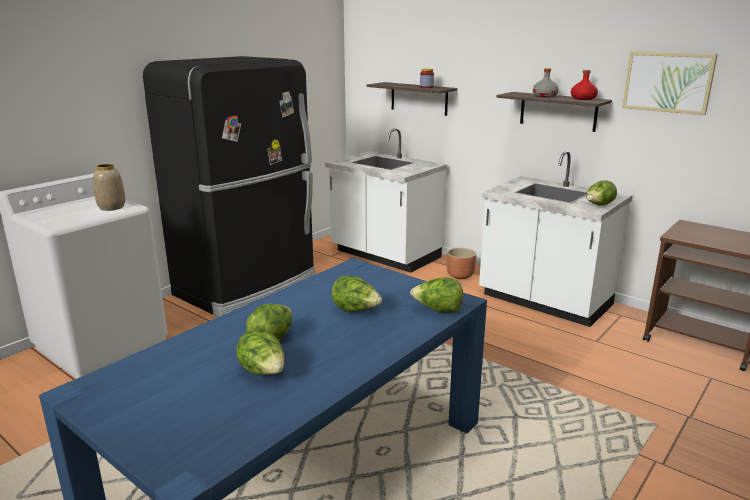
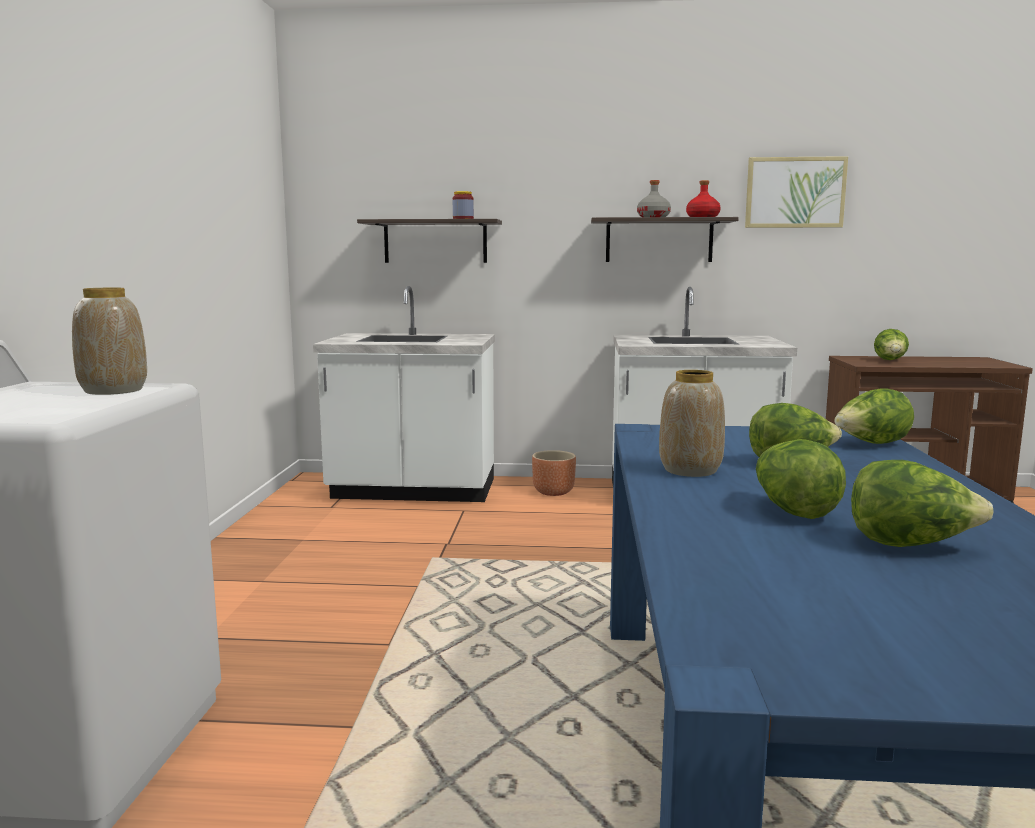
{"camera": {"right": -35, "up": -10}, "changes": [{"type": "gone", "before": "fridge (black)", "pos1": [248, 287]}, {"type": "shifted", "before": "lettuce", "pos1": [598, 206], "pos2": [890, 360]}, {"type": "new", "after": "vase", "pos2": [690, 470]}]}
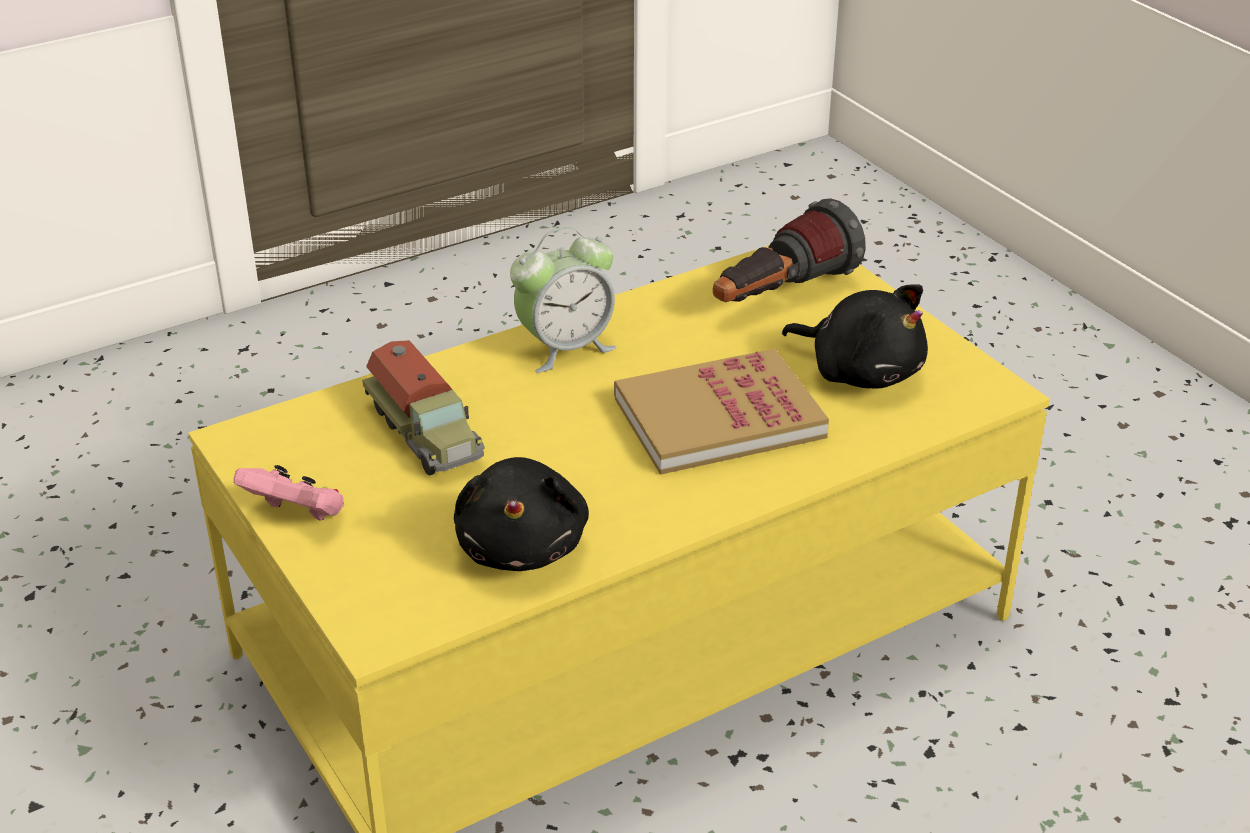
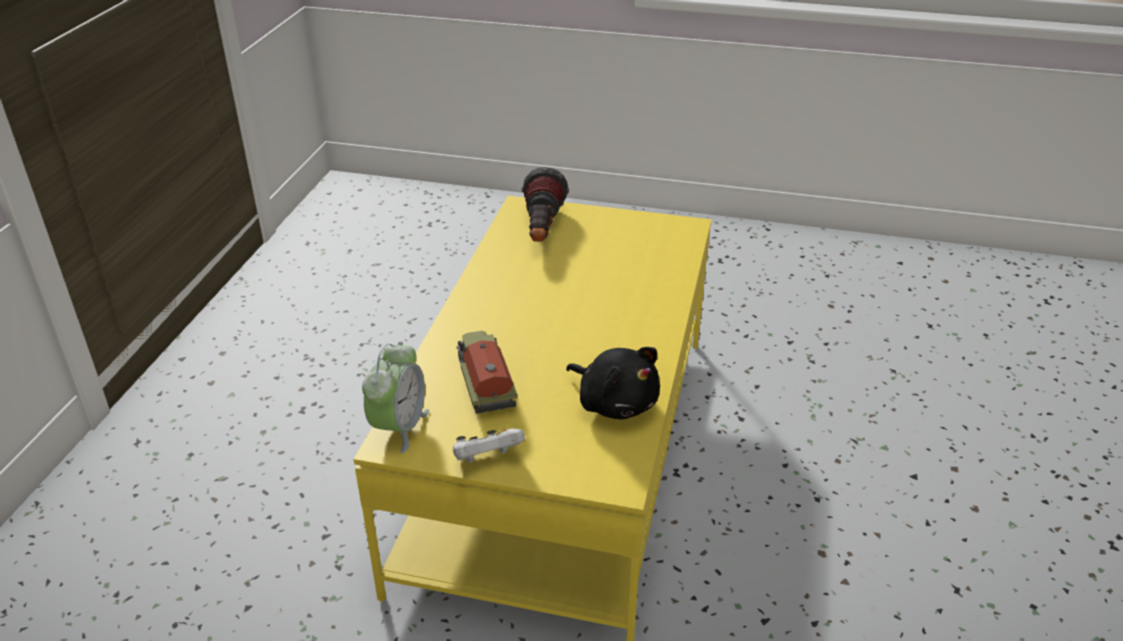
{"camera": {"right": -45, "up": 0}, "changes": [{"type": "shifted", "before": "alarm clock", "pos1": [565, 348], "pos2": [399, 427]}, {"type": "gone", "before": "plush toy (black)", "pos1": [861, 371]}, {"type": "rotated", "before": "toy truck", "pos1": [426, 433], "pos2": [485, 382], "turn": -120}, {"type": "gone", "before": "book", "pos1": [718, 417]}, {"type": "repainted", "before": "game controller (pink)", "after": "game controller (white)", "pos1": [297, 515], "pos2": [487, 459]}]}
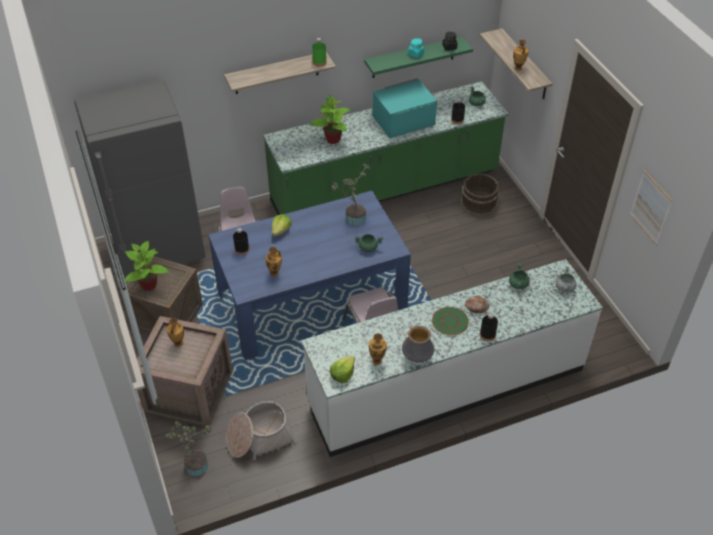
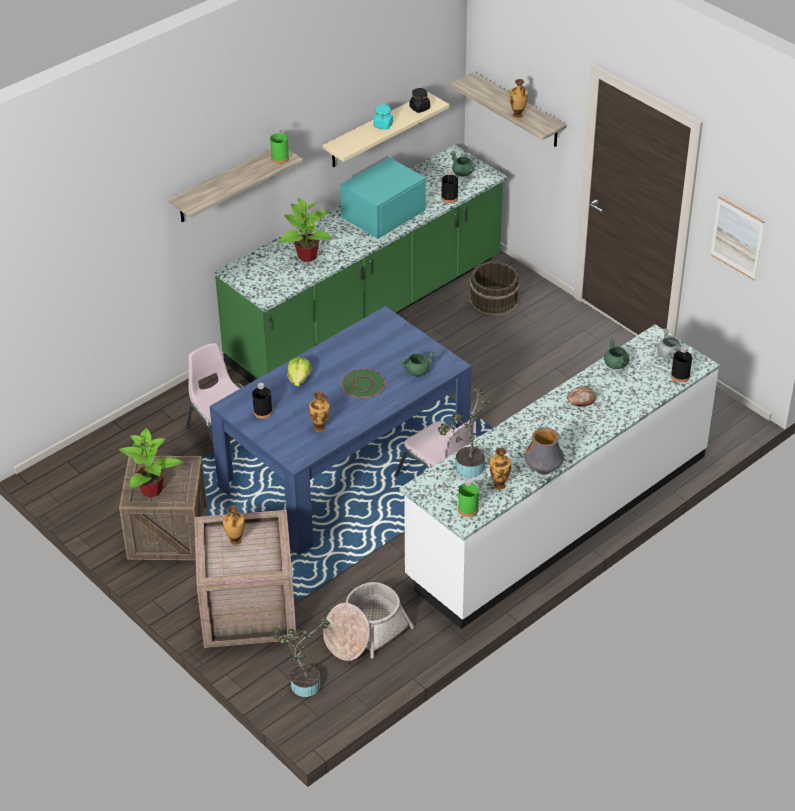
{"camera": {"right": -20, "up": -5}, "changes": [{"type": "repainted", "before": "shelf (green)", "after": "shelf (beige)", "pos1": [413, 57], "pos2": [376, 131]}, {"type": "gone", "before": "fridge (grey)", "pos1": [160, 252]}, {"type": "shifted", "before": "potted plant", "pos1": [353, 218], "pos2": [466, 468]}, {"type": "shifted", "before": "plate (green)", "pos1": [450, 321], "pos2": [363, 384]}, {"type": "shifted", "before": "bottle (black)", "pos1": [487, 335], "pos2": [680, 376]}, {"type": "swapped", "before": "lettuce", "after": "bottle (green)", "pos1": [342, 374], "pos2": [468, 509]}]}
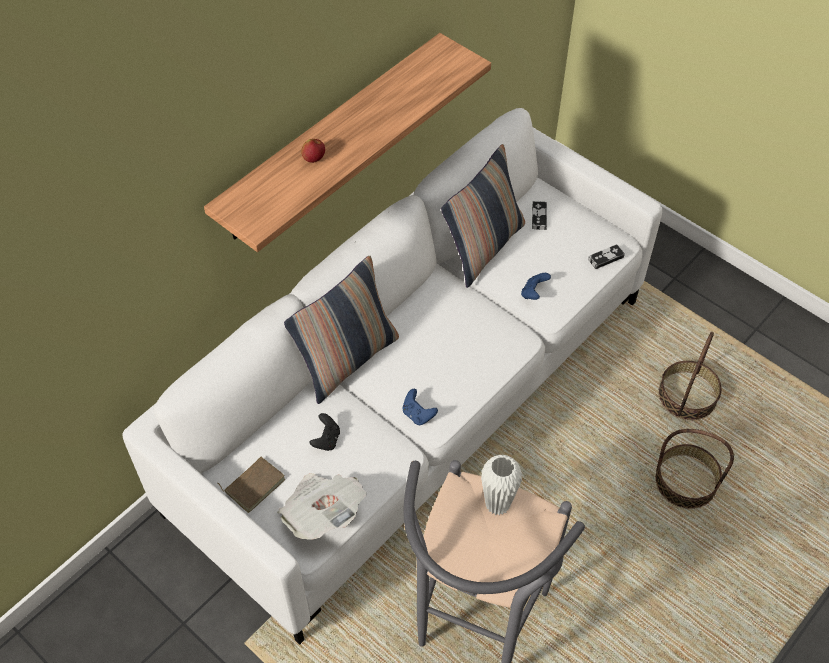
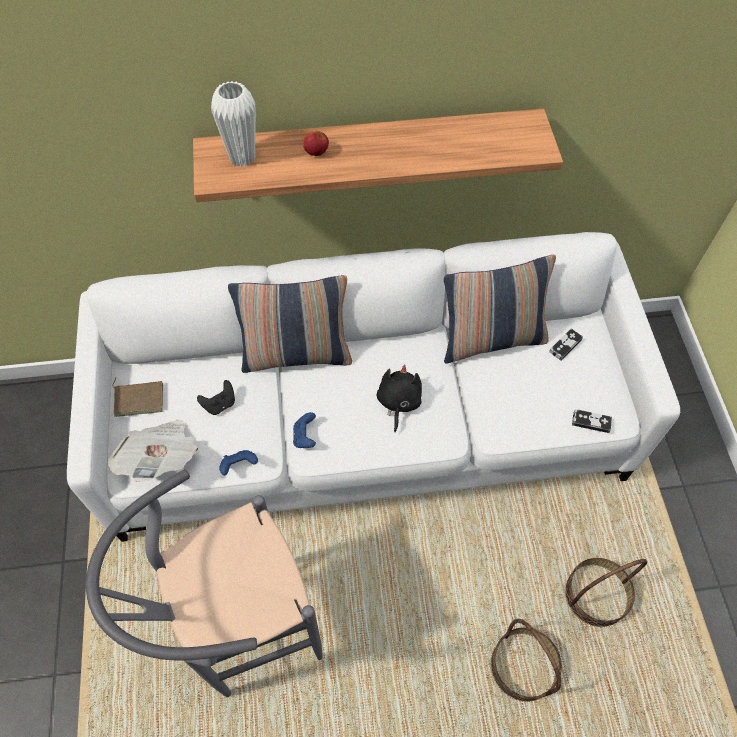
{"camera": {"right": 40, "up": 5}, "changes": [{"type": "shifted", "before": "game controller (blue)", "pos1": [533, 293], "pos2": [239, 466]}, {"type": "shifted", "before": "vase (white)", "pos1": [497, 504], "pos2": [242, 157]}, {"type": "new", "after": "plush toy (black)", "pos2": [398, 402]}]}
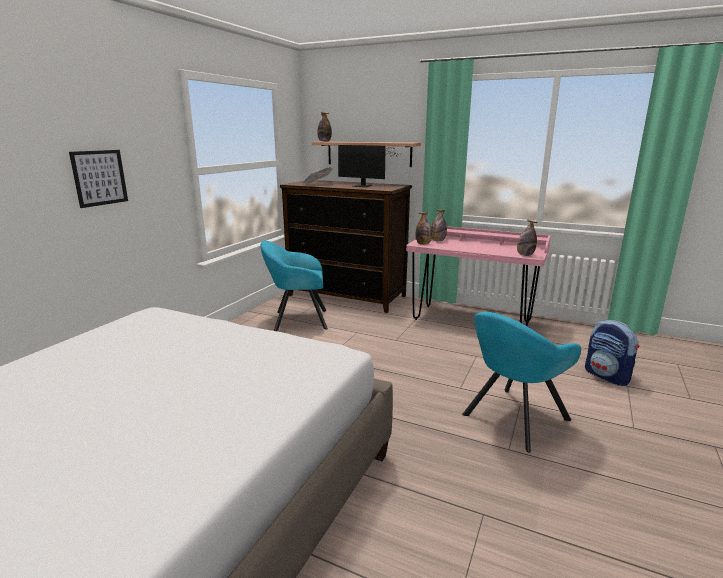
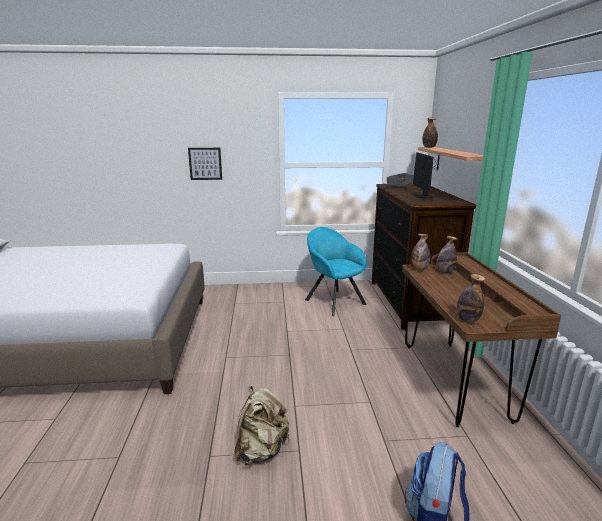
{"camera": {"right": 60, "up": 0}, "changes": [{"type": "repainted", "before": "desk (pink)", "after": "desk (brown)", "pos1": [471, 321], "pos2": [454, 380]}, {"type": "swapped", "before": "armchair (turquoise)", "after": "backpack (beige)", "pos1": [512, 419], "pos2": [261, 450]}]}
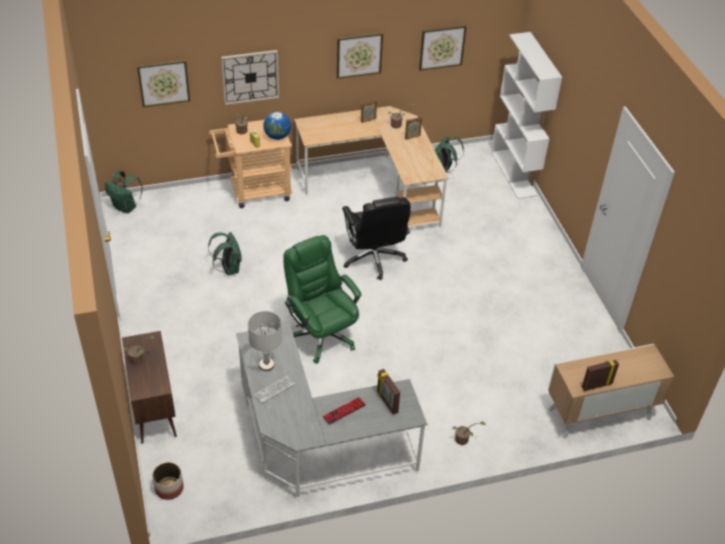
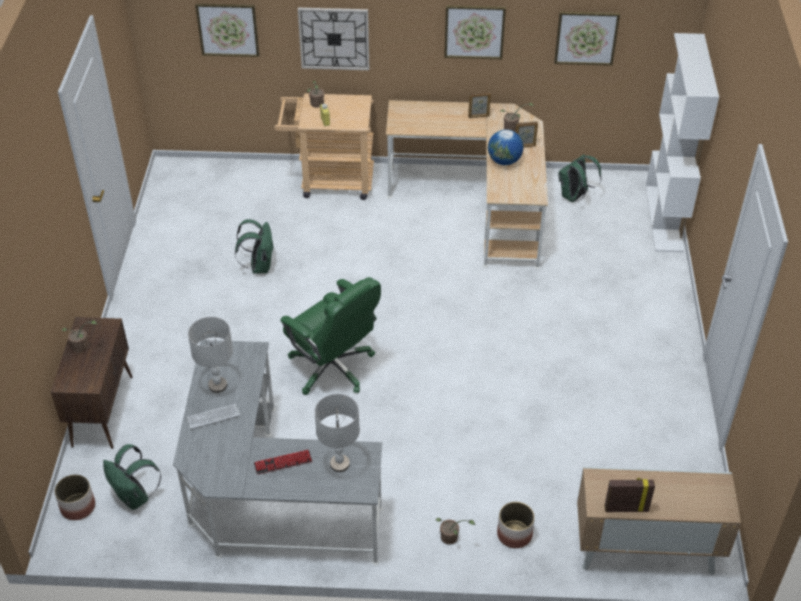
{"camera": {"right": 20, "up": 0}, "changes": [{"type": "shifted", "before": "globe", "pos1": [277, 136], "pos2": [504, 161]}, {"type": "shifted", "before": "backpack (green)", "pos1": [126, 207], "pos2": [135, 497]}, {"type": "gone", "before": "office chair (black)", "pos1": [374, 258]}, {"type": "rotated", "before": "office chair (green)", "pos1": [321, 335], "pos2": [333, 368], "turn": 150}, {"type": "swapped", "before": "picture frame", "after": "table lamp (grey)", "pos1": [387, 402], "pos2": [340, 464]}, {"type": "new", "after": "planter", "pos2": [515, 534]}]}
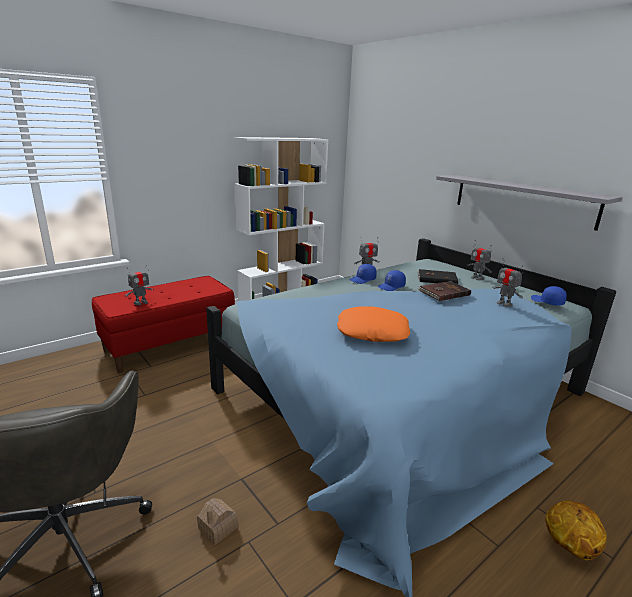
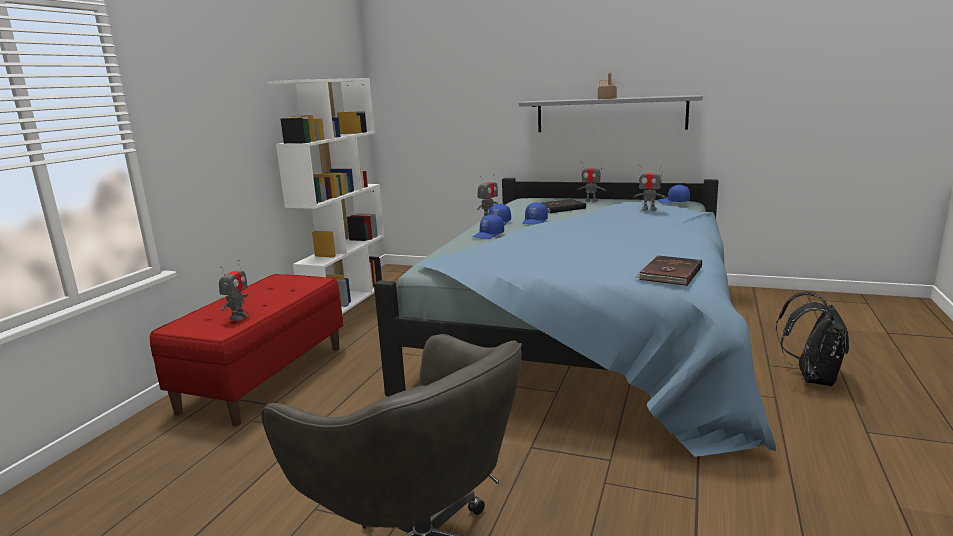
{"camera": {"right": -30, "up": -5}, "changes": [{"type": "shifted", "before": "book (brown)", "pos1": [443, 292], "pos2": [669, 273]}, {"type": "gone", "before": "pillow (orange)", "pos1": [372, 331]}, {"type": "shifted", "before": "toy house", "pos1": [217, 528], "pos2": [607, 98]}, {"type": "swapped", "before": "basketball", "after": "backpack (black)", "pos1": [568, 546], "pos2": [812, 378]}, {"type": "new", "after": "cap (blue)", "pos2": [488, 235]}]}
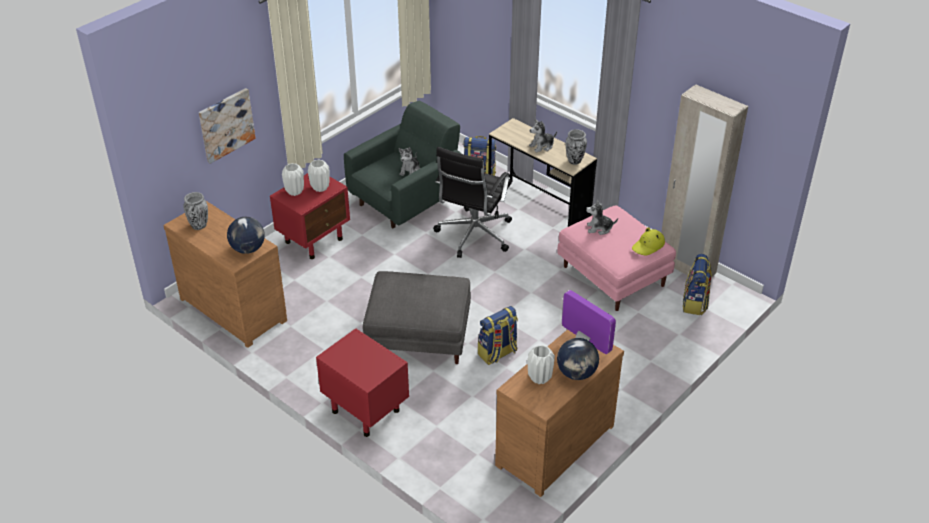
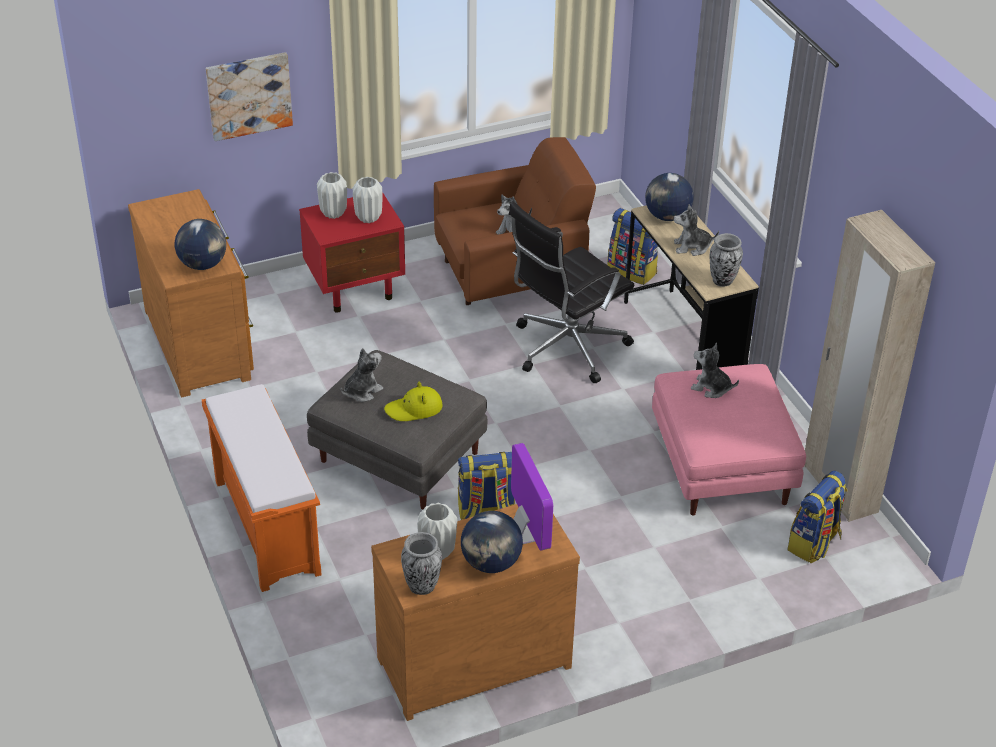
{"camera": {"right": 25, "up": 0}, "changes": [{"type": "repainted", "before": "armchair (green)", "after": "armchair (brown)", "pos1": [407, 199], "pos2": [512, 272]}, {"type": "shifted", "before": "vase", "pos1": [199, 226], "pos2": [422, 586]}, {"type": "shifted", "before": "hat (yellow)", "pos1": [648, 246], "pos2": [414, 409]}, {"type": "swapped", "before": "nightstand (red)", "after": "bench (orange)", "pos1": [365, 410], "pos2": [265, 526]}, {"type": "new", "after": "globe", "pos2": [666, 216]}, {"type": "new", "after": "plush toy", "pos2": [362, 391]}]}
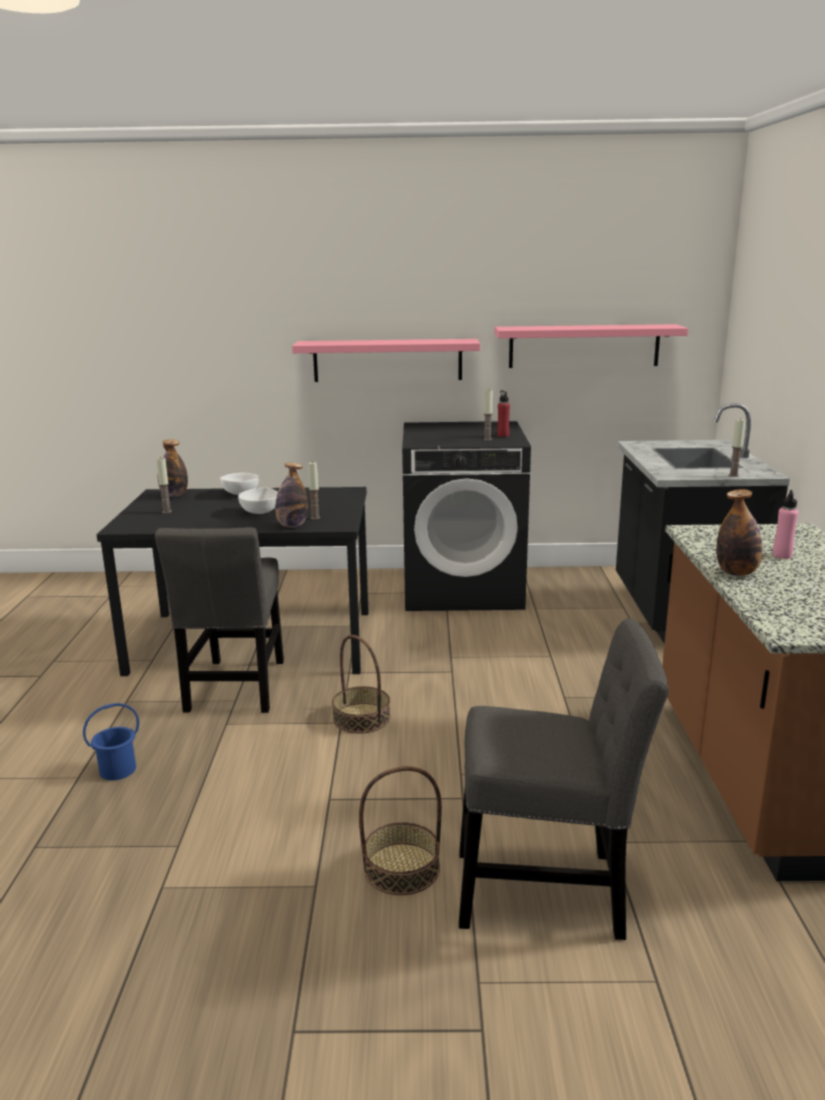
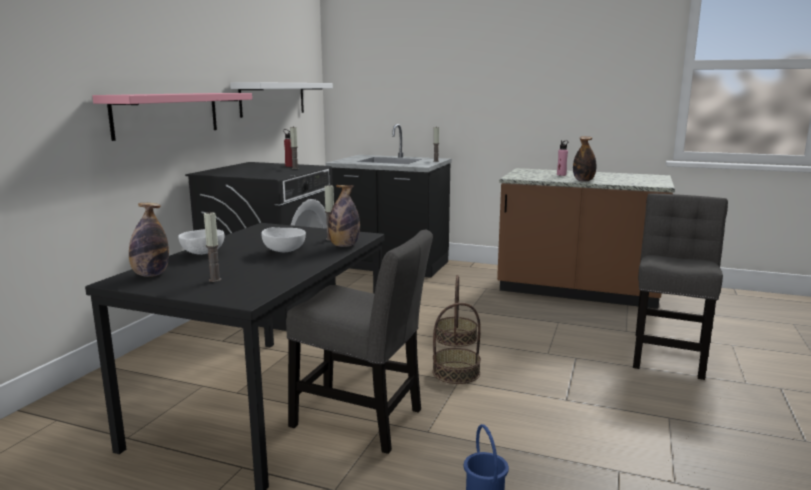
{"camera": {"right": -70, "up": -5}, "changes": [{"type": "repainted", "before": "shelf (pink)", "after": "shelf (white)", "pos1": [584, 346], "pos2": [273, 98]}, {"type": "shifted", "before": "basket", "pos1": [402, 868], "pos2": [455, 338]}]}
